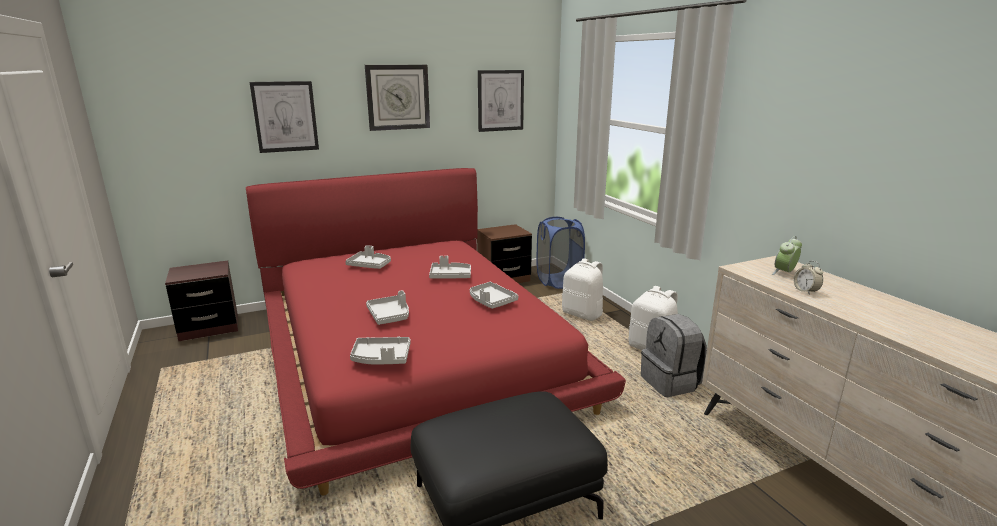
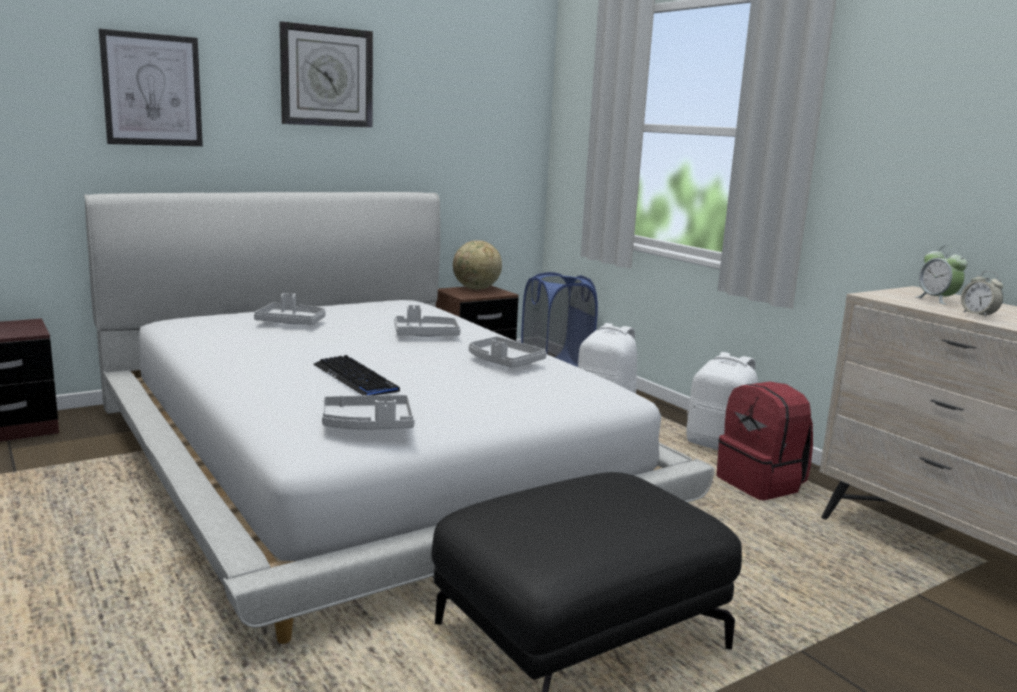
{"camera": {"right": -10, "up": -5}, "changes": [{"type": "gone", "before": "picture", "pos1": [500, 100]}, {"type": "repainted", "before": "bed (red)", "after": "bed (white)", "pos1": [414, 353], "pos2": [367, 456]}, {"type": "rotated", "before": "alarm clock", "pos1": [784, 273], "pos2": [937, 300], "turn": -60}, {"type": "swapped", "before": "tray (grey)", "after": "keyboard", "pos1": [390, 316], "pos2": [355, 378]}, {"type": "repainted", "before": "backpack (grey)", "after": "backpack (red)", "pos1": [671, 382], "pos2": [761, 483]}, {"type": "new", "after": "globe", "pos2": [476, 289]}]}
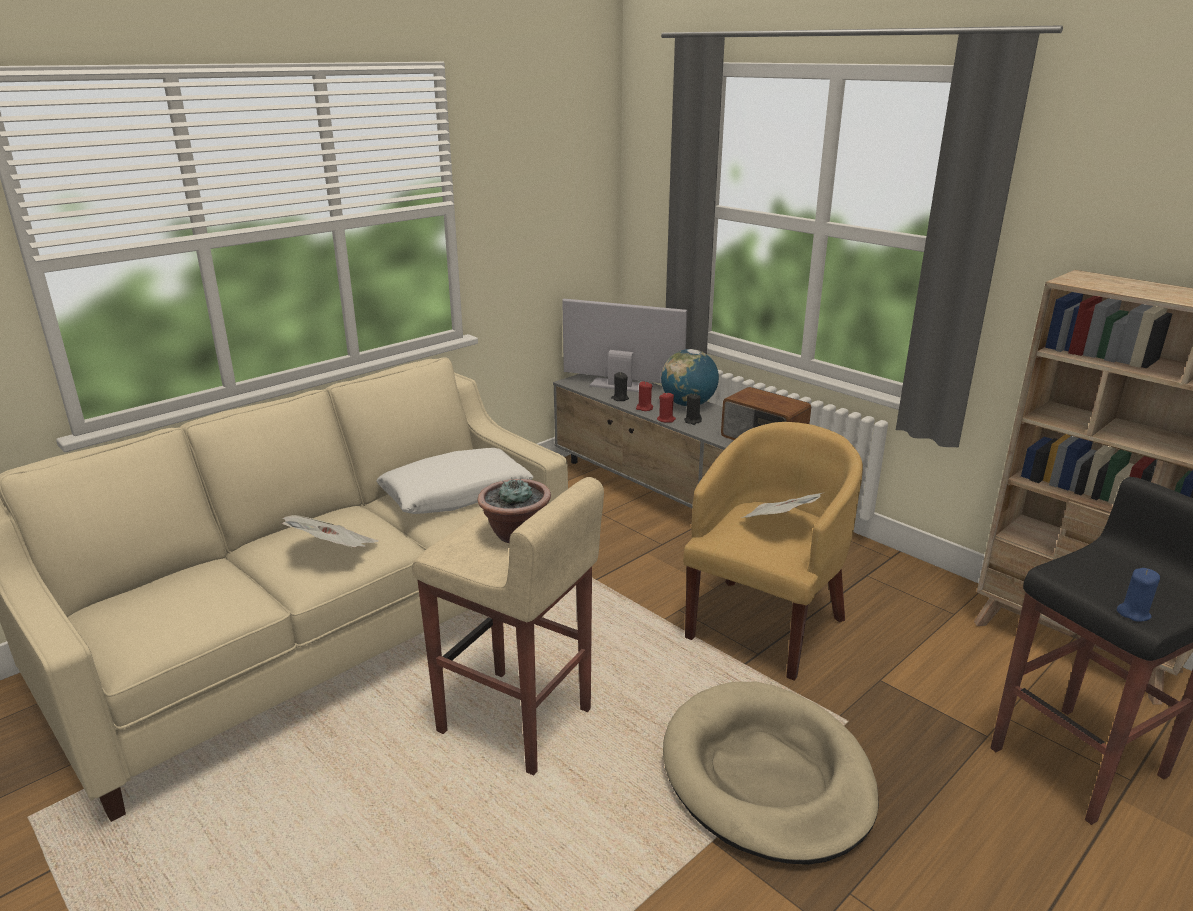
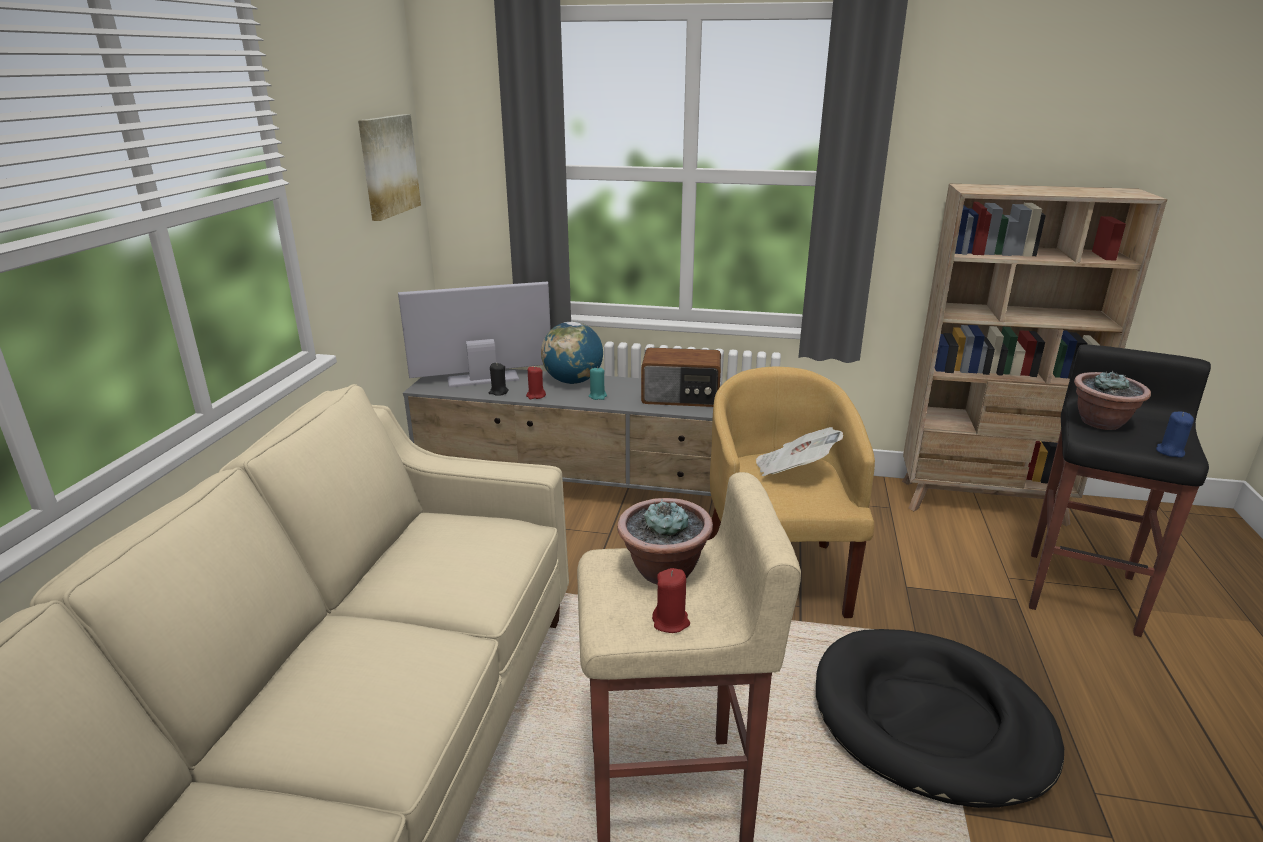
{"camera": {"right": -35, "up": 0}, "changes": [{"type": "shifted", "before": "candle (red)", "pos1": [666, 419], "pos2": [671, 622]}, {"type": "repainted", "before": "candle (black)", "after": "candle (turquoise)", "pos1": [692, 421], "pos2": [598, 396]}, {"type": "gone", "before": "pillow (white)", "pos1": [456, 494]}, {"type": "gone", "before": "newspaper", "pos1": [334, 551]}, {"type": "repainted", "before": "dog bed (beige)", "after": "dog bed (black)", "pos1": [766, 776], "pos2": [930, 720]}, {"type": "new", "after": "picture", "pos2": [388, 166]}, {"type": "new", "after": "potted plant", "pos2": [1101, 423]}]}
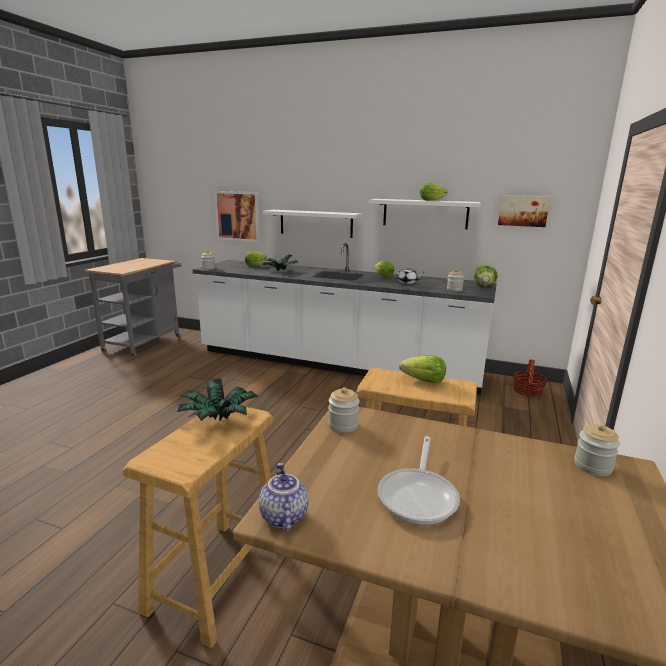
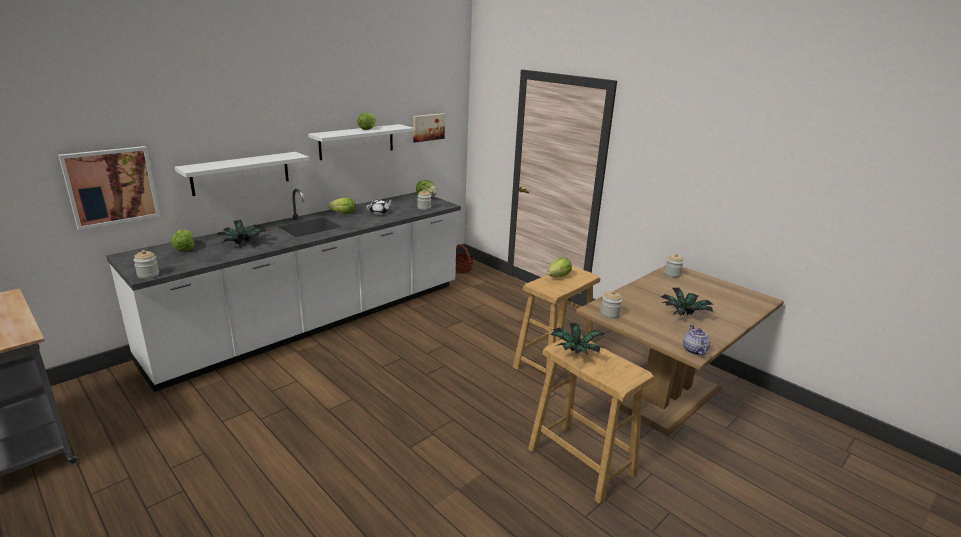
{"camera": {"right": -65, "up": 5}, "changes": [{"type": "swapped", "before": "frying pan", "after": "potted plant", "pos1": [419, 495], "pos2": [685, 315]}, {"type": "rotated", "before": "teapot", "pos1": [282, 516], "pos2": [693, 350], "turn": 75}]}
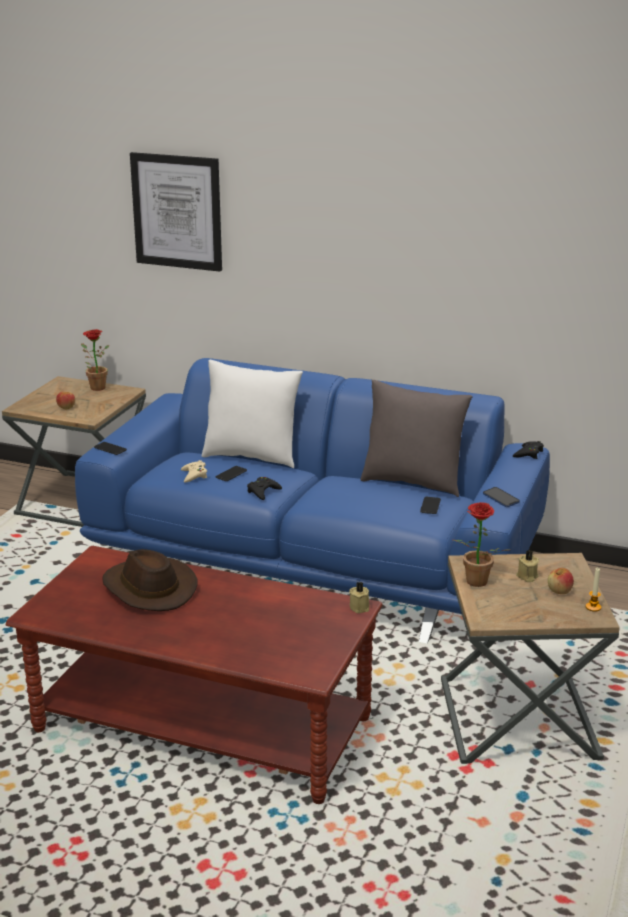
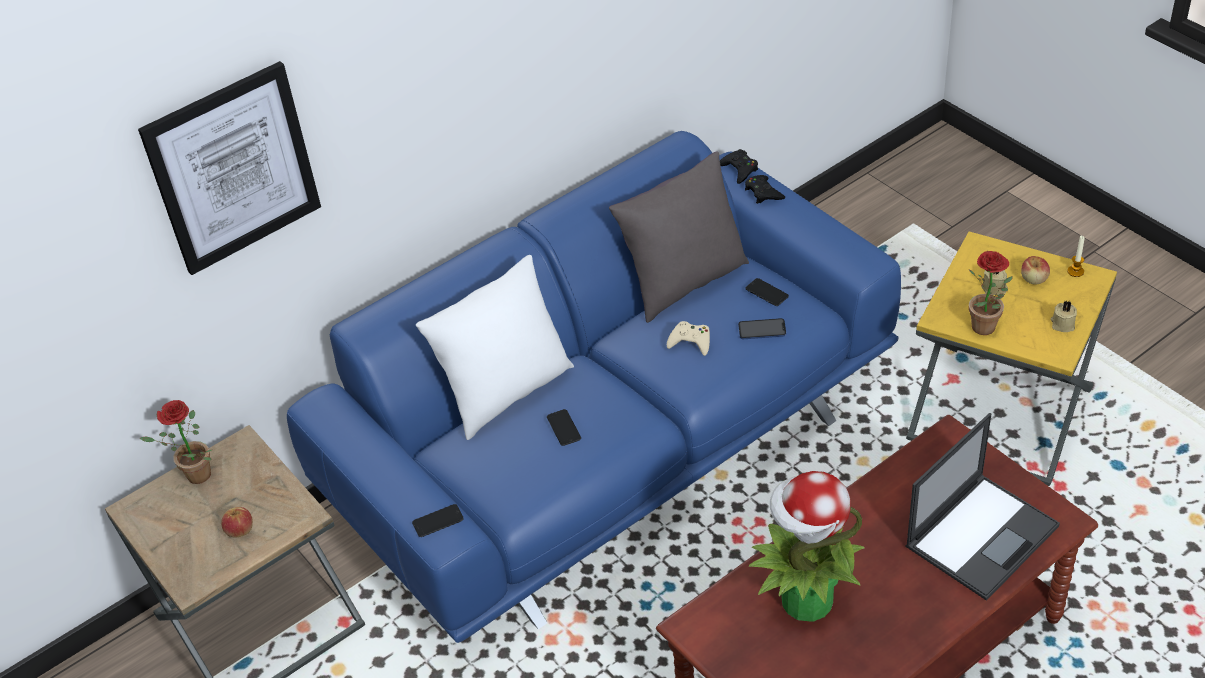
{"camera": {"right": -55, "up": 20}, "changes": [{"type": "shifted", "before": "game controller (beige)", "pos1": [194, 475], "pos2": [690, 341]}, {"type": "shifted", "before": "game controller (black)", "pos1": [263, 491], "pos2": [763, 193]}, {"type": "shifted", "before": "phone", "pos1": [501, 498], "pos2": [762, 330]}, {"type": "swapped", "before": "hat (brown)", "after": "potted plant", "pos1": [148, 588], "pos2": [805, 601]}, {"type": "repainted", "before": "side table (brown)", "after": "side table (yellow)", "pos1": [518, 719], "pos2": [1000, 413]}, {"type": "shifted", "before": "candle (beige)", "pos1": [360, 607], "pos2": [1062, 324]}, {"type": "new", "after": "laptop", "pos2": [982, 535]}]}
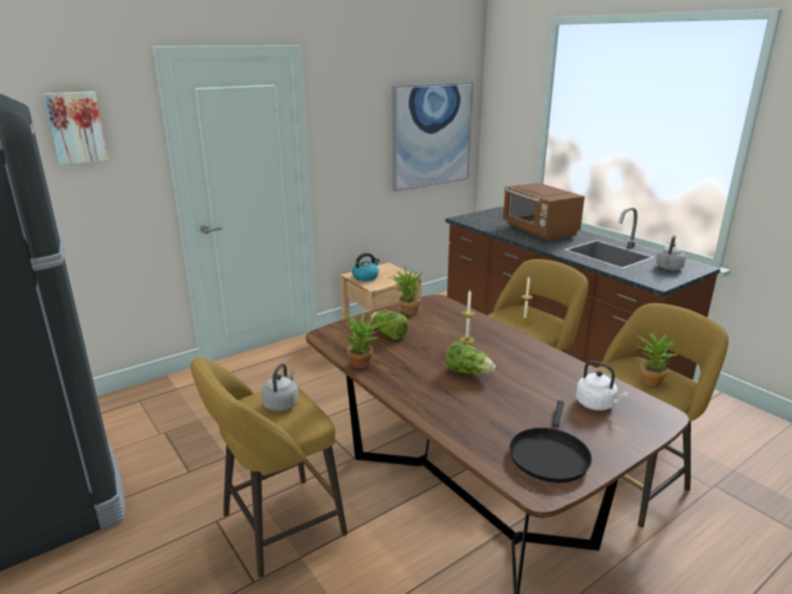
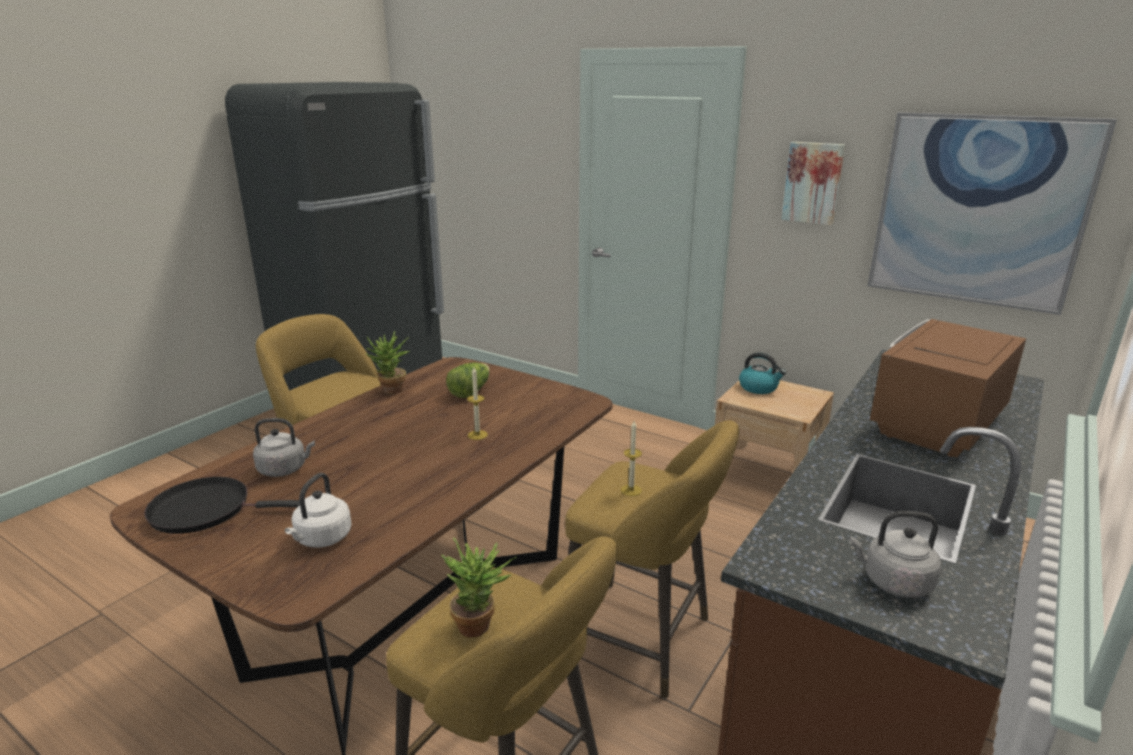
{"camera": {"right": 70, "up": 0}, "changes": [{"type": "shifted", "before": "picture", "pos1": [76, 127], "pos2": [813, 182]}, {"type": "gone", "before": "potted plant", "pos1": [406, 311]}, {"type": "gone", "before": "lettuce", "pos1": [468, 372]}, {"type": "shifted", "before": "kettle (grey)", "pos1": [282, 403], "pos2": [285, 469]}]}
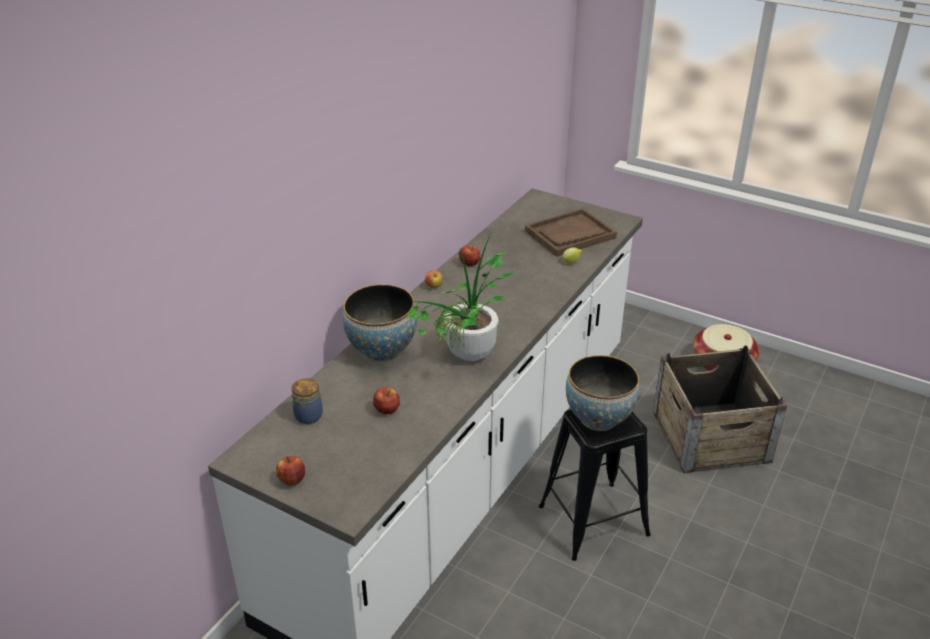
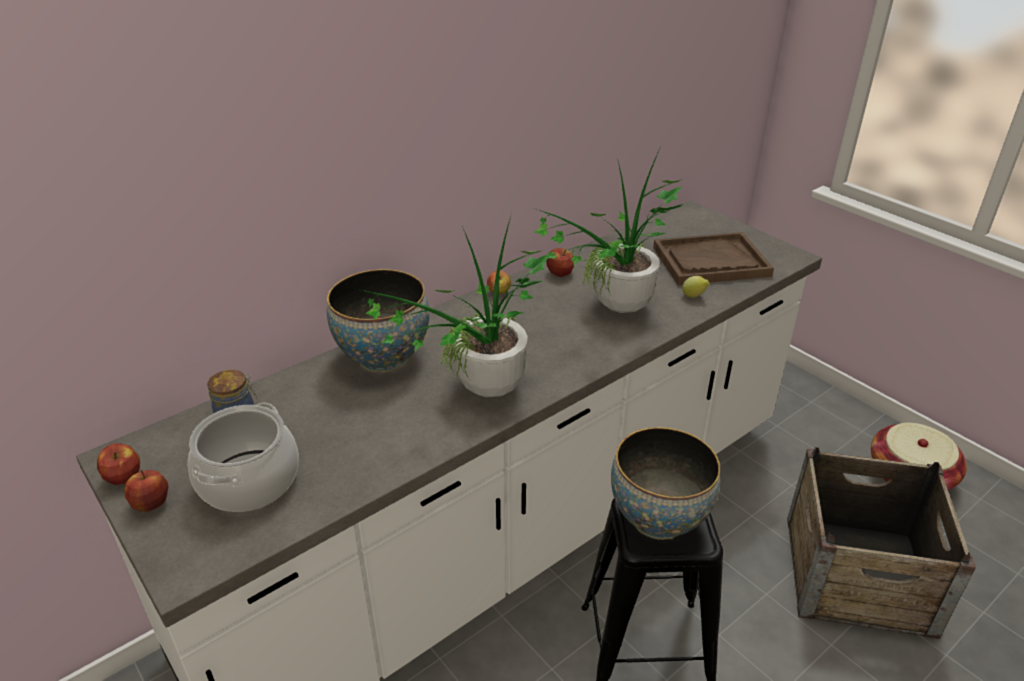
{"camera": {"right": 20, "up": 0}, "changes": [{"type": "shifted", "before": "apple", "pos1": [386, 409], "pos2": [123, 476]}, {"type": "new", "after": "potted plant", "pos2": [614, 311]}, {"type": "new", "after": "cooking pot", "pos2": [248, 480]}]}
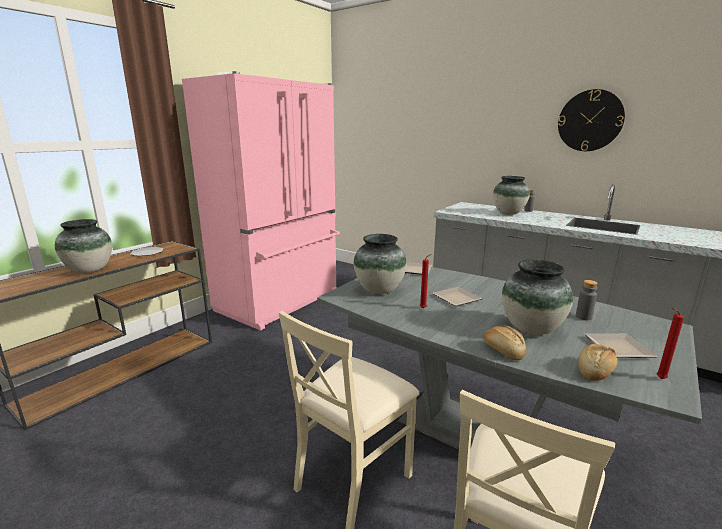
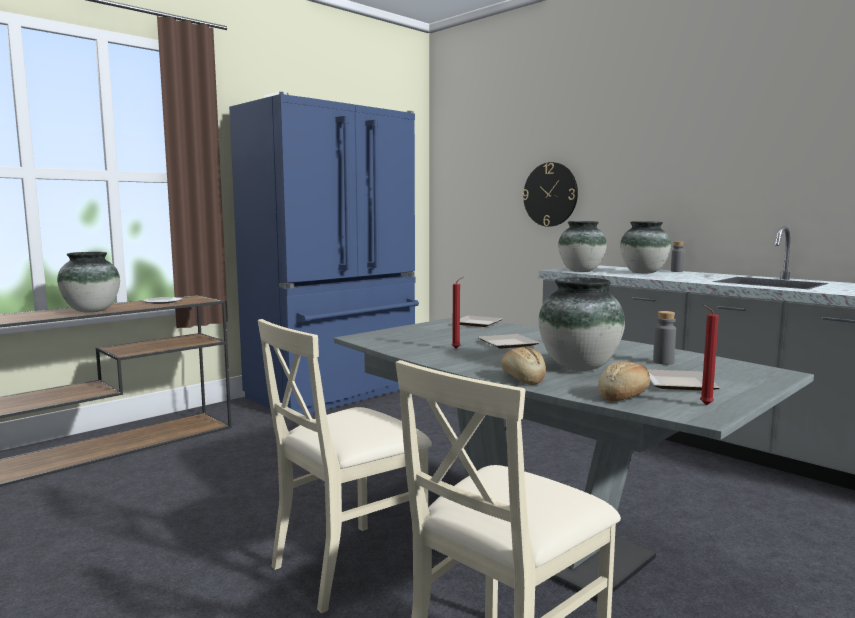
{"camera": {"right": 10, "up": -10}, "changes": [{"type": "repainted", "before": "fridge (pink)", "after": "fridge (blue)", "pos1": [281, 302], "pos2": [335, 394]}, {"type": "shifted", "before": "wall clock", "pos1": [590, 121], "pos2": [550, 194]}, {"type": "shifted", "before": "vase", "pos1": [379, 290], "pos2": [580, 271]}]}
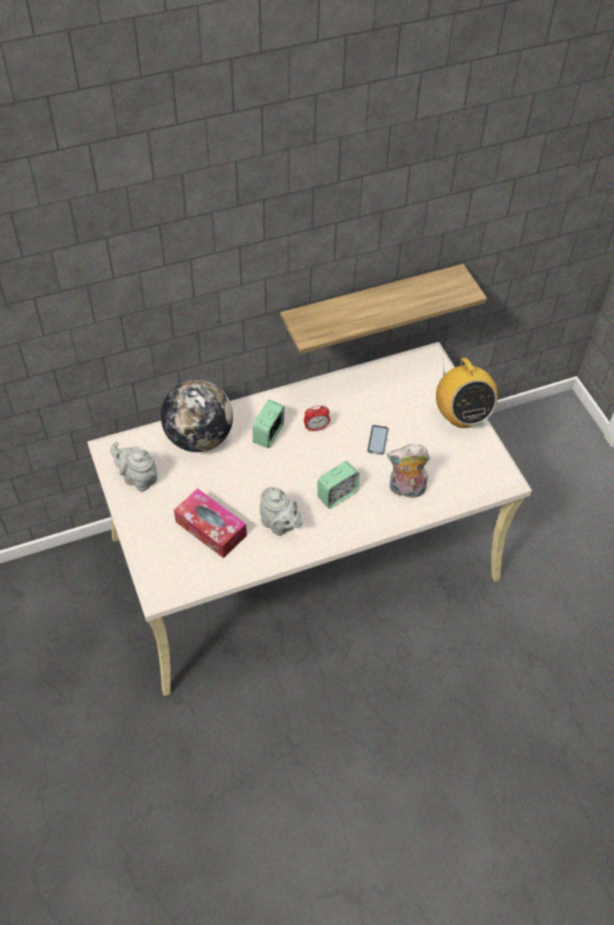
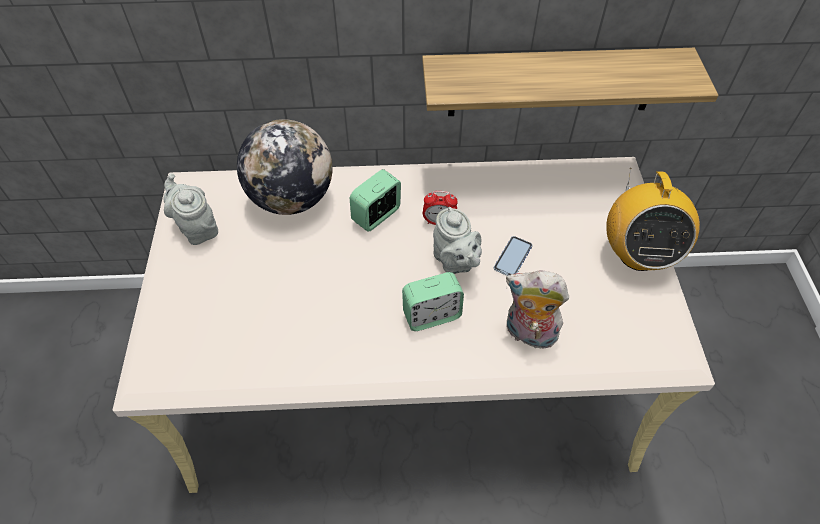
{"camera": {"right": 20, "up": 0}, "changes": [{"type": "shifted", "before": "teapot (grey)", "pos1": [279, 525], "pos2": [455, 262]}, {"type": "gone", "before": "tissue box", "pos1": [211, 529]}]}
